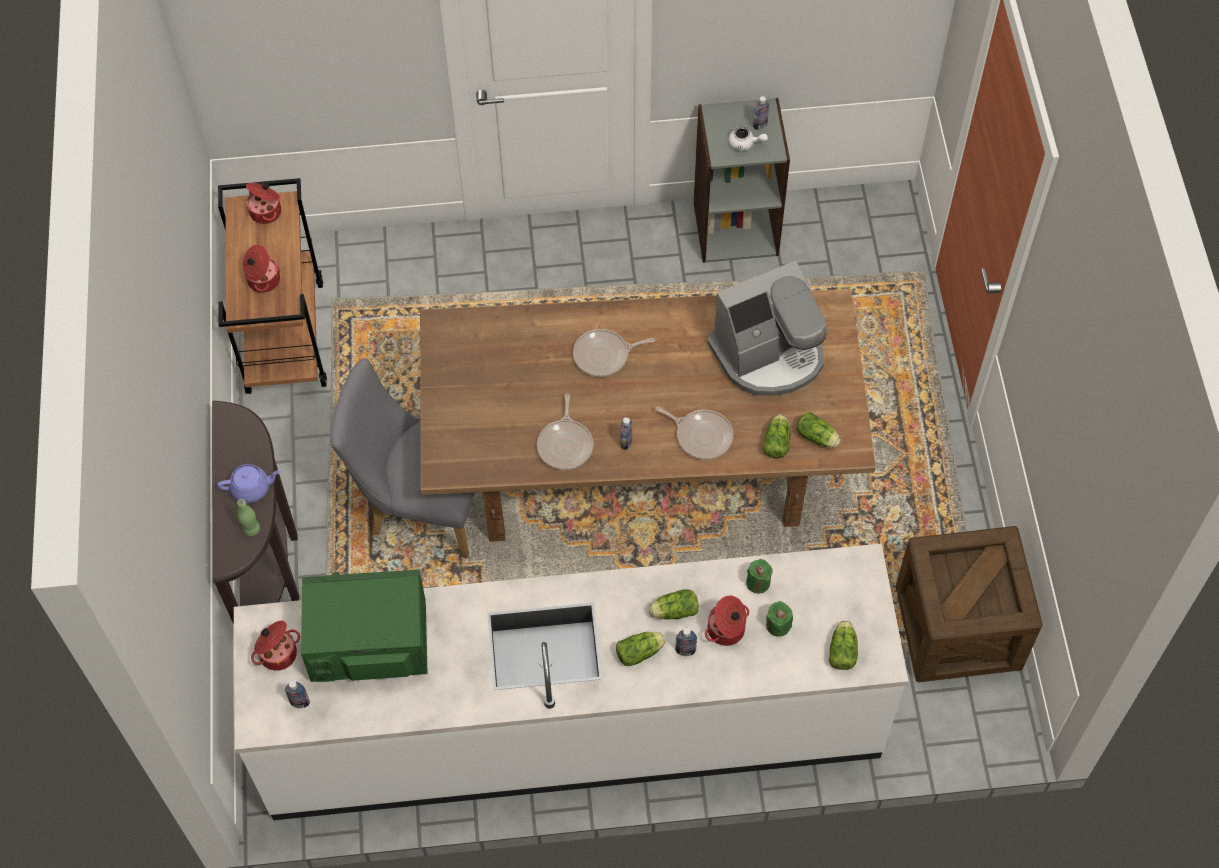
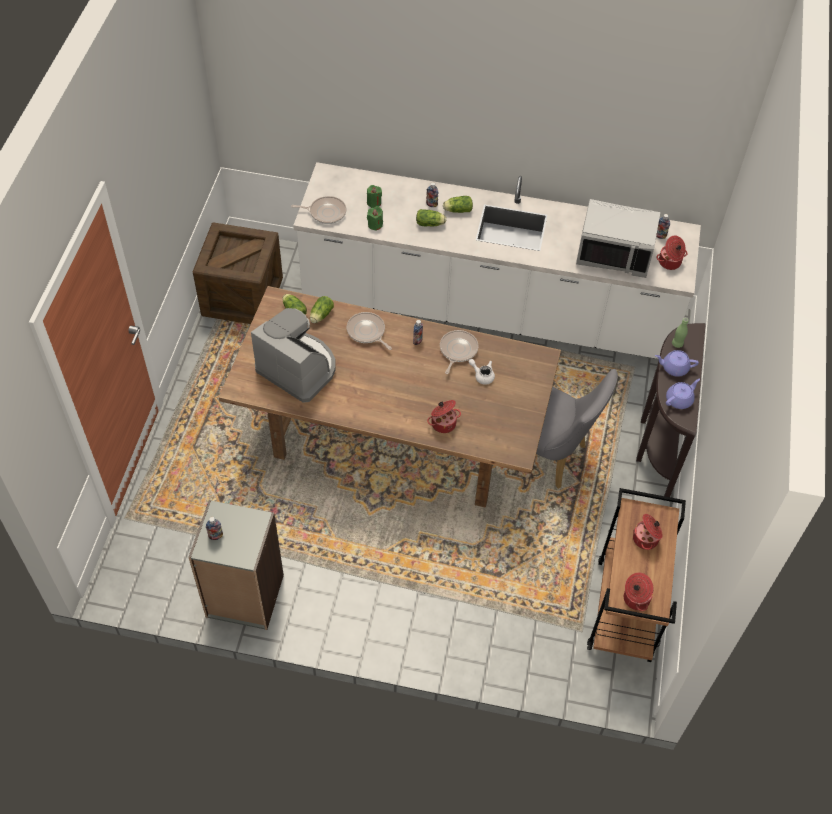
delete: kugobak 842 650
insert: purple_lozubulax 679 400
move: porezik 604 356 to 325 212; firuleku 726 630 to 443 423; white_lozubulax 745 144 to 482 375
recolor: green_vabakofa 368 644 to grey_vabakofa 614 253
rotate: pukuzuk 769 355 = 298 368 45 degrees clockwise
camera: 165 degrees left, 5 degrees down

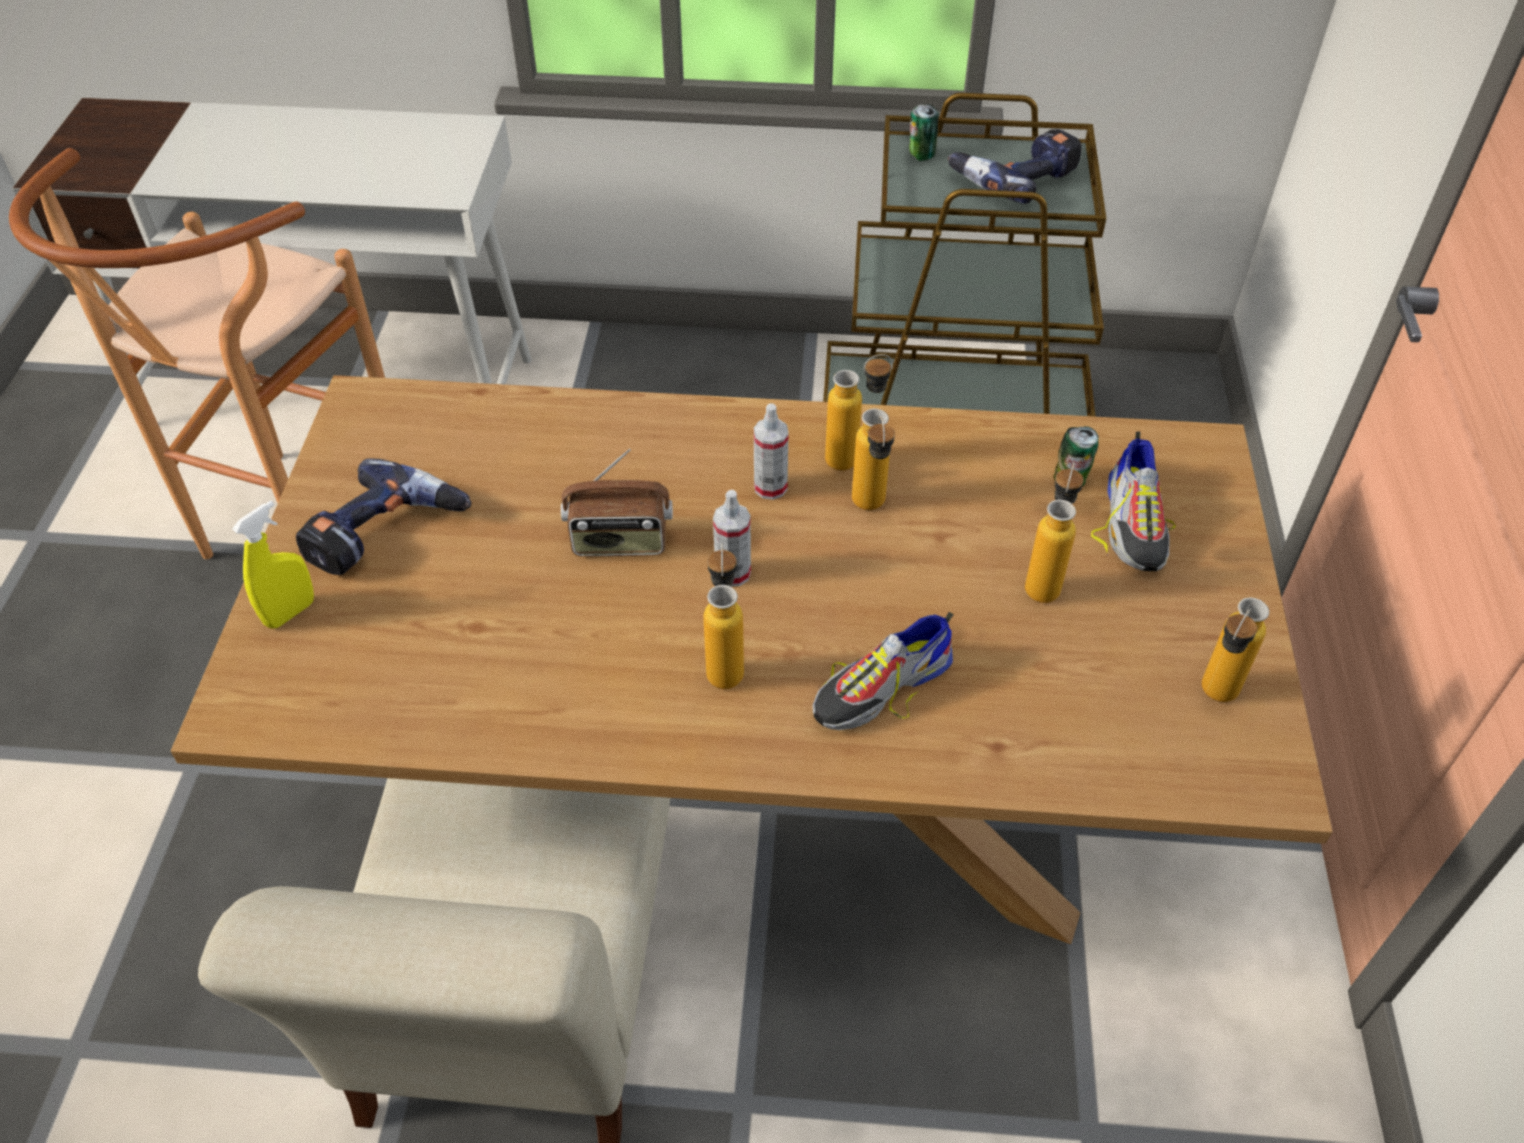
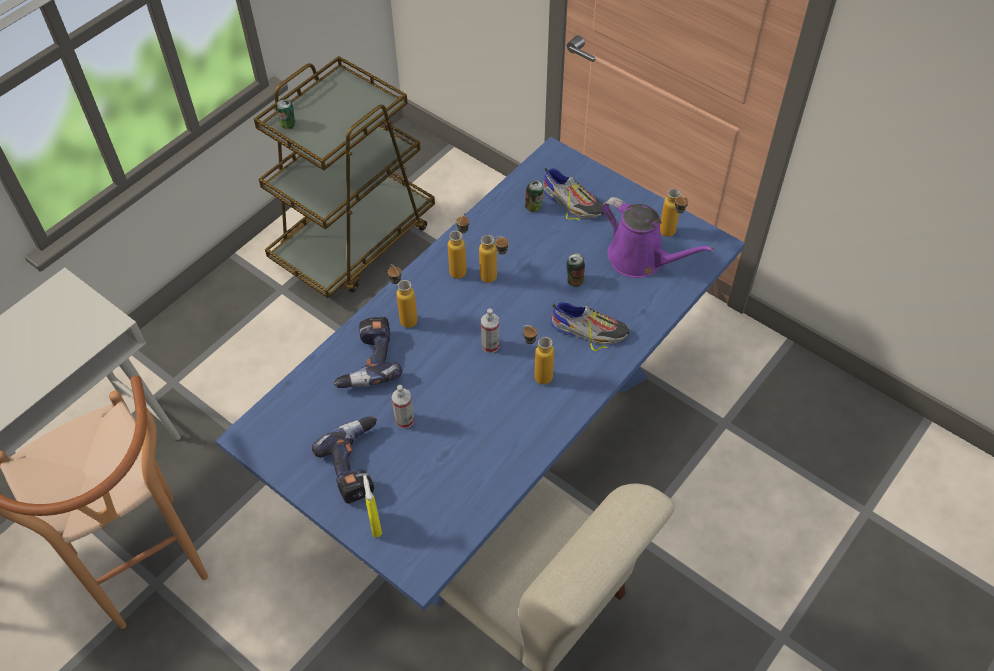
delete: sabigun 620 542
insert: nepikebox 574 280; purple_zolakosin 641 259
move: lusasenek 1014 177 to 367 361; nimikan 1045 580 to 404 317; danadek 770 487 to 404 420
recolor: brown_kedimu 762 794 to blue_kedimu 496 443
rotate: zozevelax 881 687 = 589 330 75 degrees counterclockwise
camera: 55 degrees left, 5 degrees up

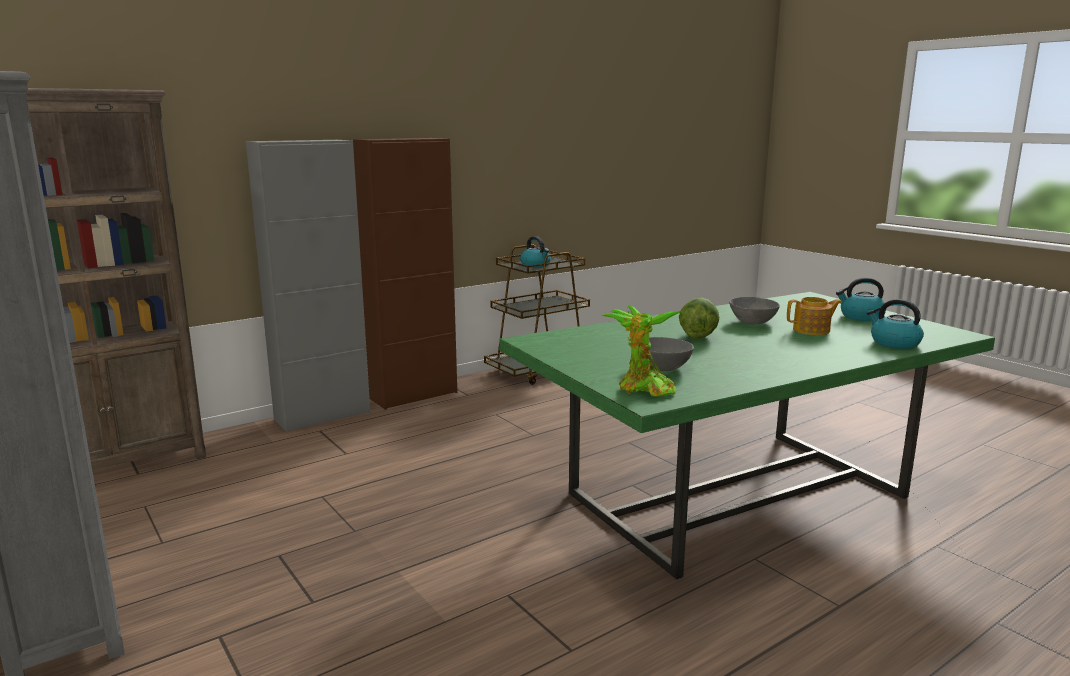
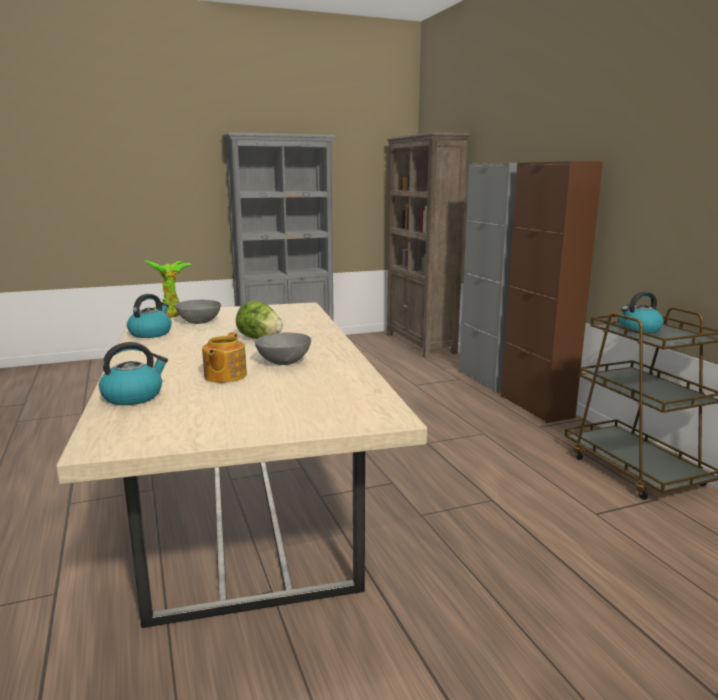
move: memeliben 860 317 to 150 333
recolor: green_kedimu 734 496 to beige_kedimu 245 509
camera: 105 degrees right, 0 degrees up

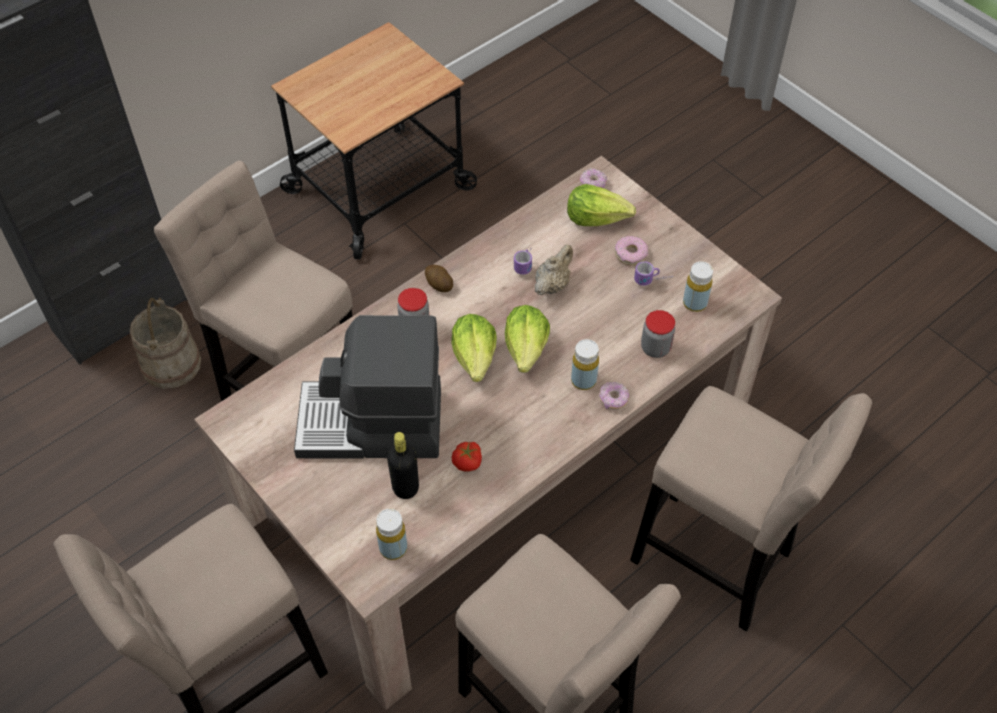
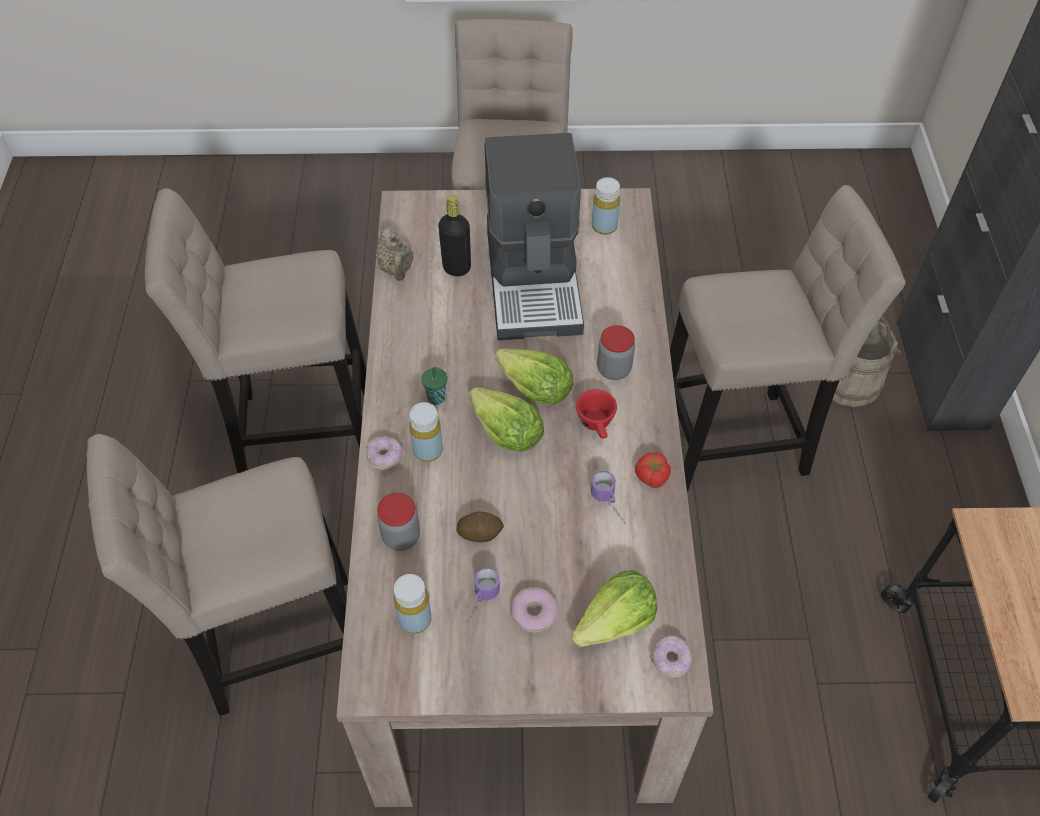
insert: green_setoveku 437 398; red_setoveku 597 425
move: beige_lozubulax 552 285 to 396 269; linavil 438 284 to 480 533; yellow_nimikan 393 548 to 604 226; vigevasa 468 462 to 651 476
rotate: pukuzuk 371 425 = 535 281 135 degrees clockwise
camera: 130 degrees right, 0 degrees up

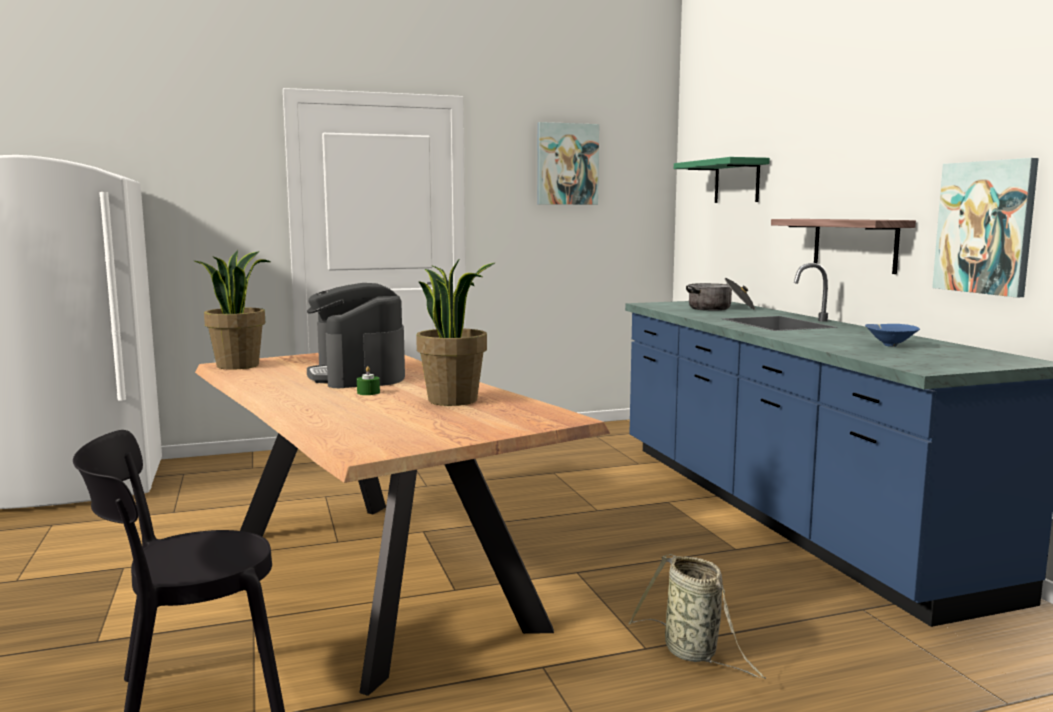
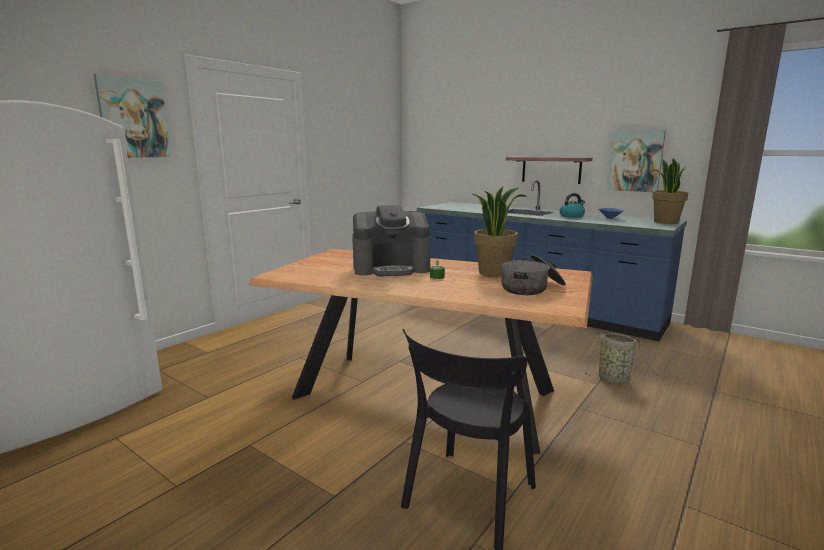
delete: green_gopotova 737 181
insert: memeliben 572 216
move: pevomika 567 164 to 133 118; firuleku 720 308 to 532 288; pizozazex 238 365 to 665 222
rotate: pukuzuk 358 376 = 391 268 45 degrees counterclockwise
camera: 35 degrees left, 5 degrees up

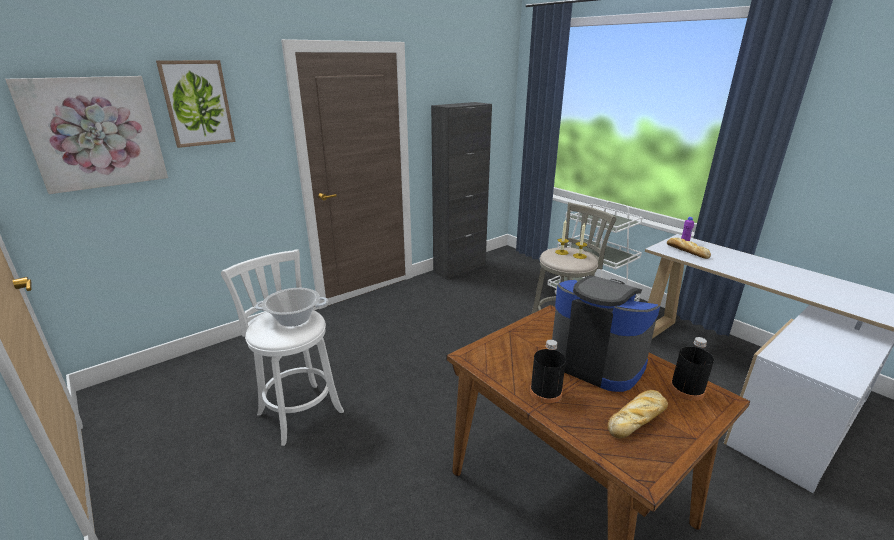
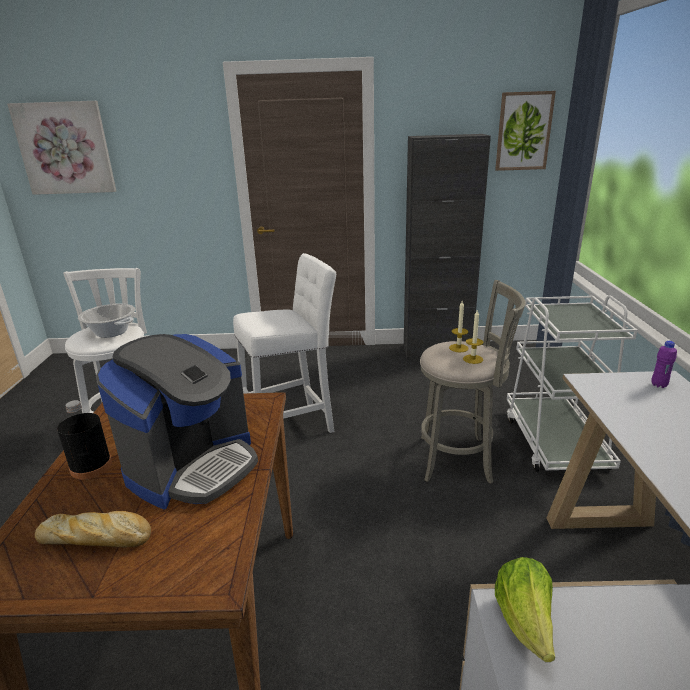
delete: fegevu 686 251; black_nimikan 686 390
insert: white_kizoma 293 425; kugobak 525 622
move: pevomika 197 103 to 523 131
rotate: pukuzuk 596 361 = 193 465 45 degrees clockwise
camera: 40 degrees right, 0 degrees up

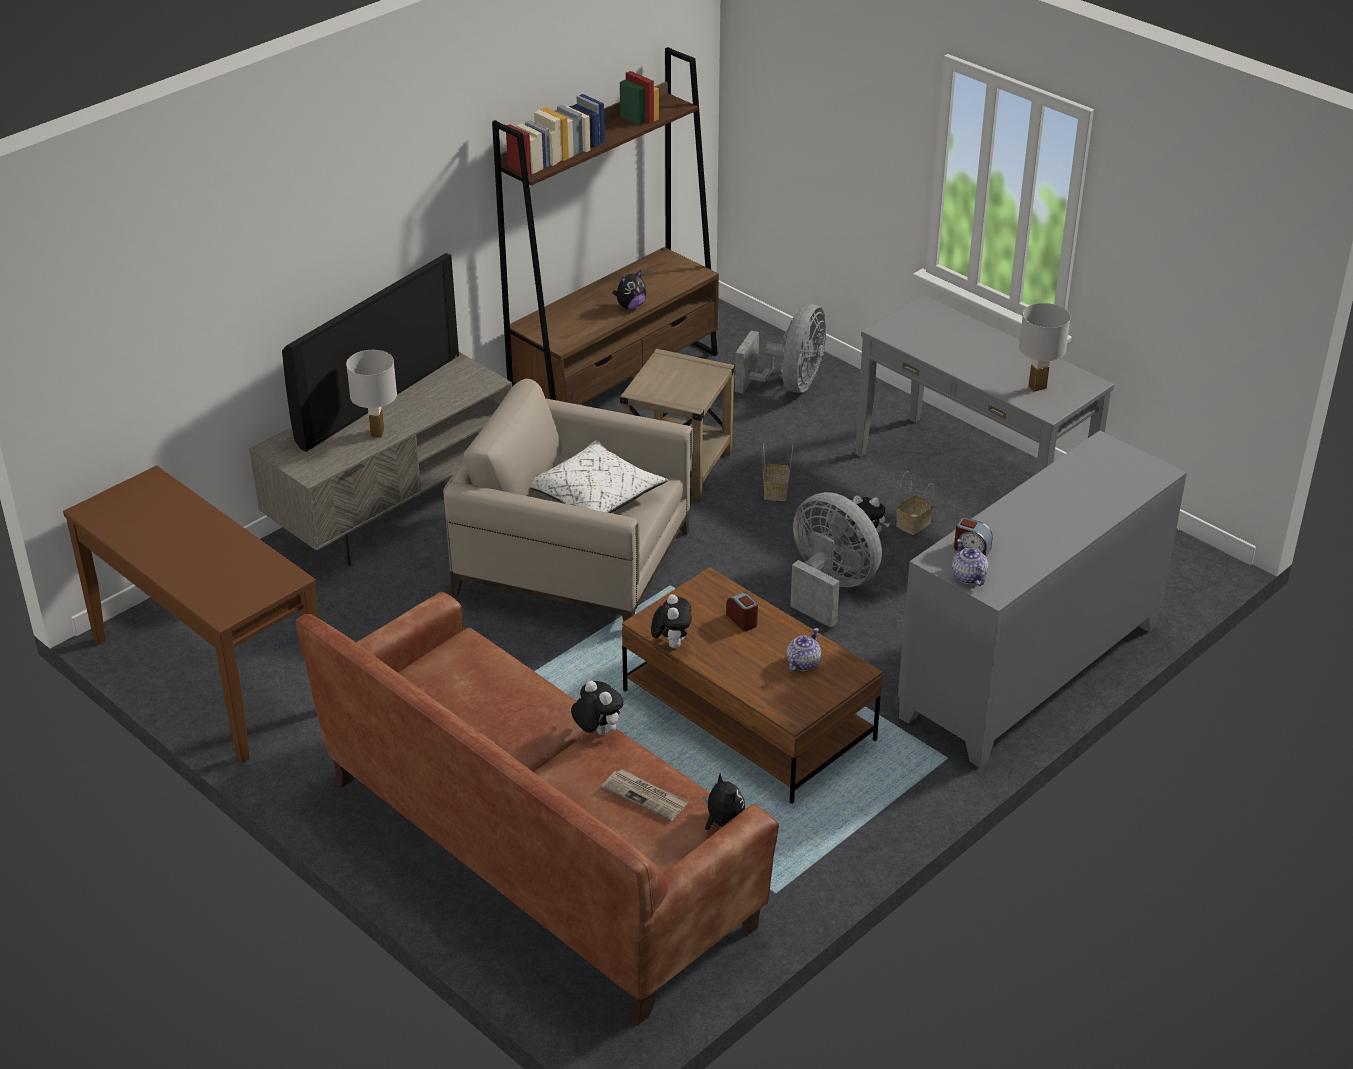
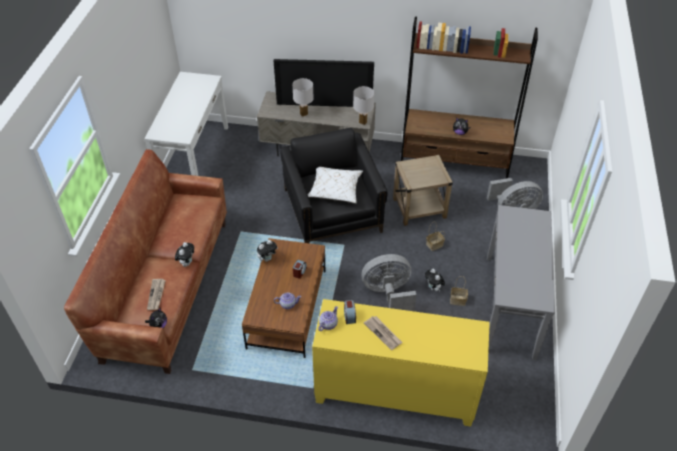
insert: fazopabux 383 333
move: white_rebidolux 1037 387 to 362 122
recolor: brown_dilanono 209 675 to white_dilanono 194 157; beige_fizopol 574 563 to black_fizopol 332 211; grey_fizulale 1031 671 to yellow_fizulale 395 392
rotate: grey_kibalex 829 587 = 388 293 105 degrees counterclockwise
camera: 55 degrees right, 10 degrees up

